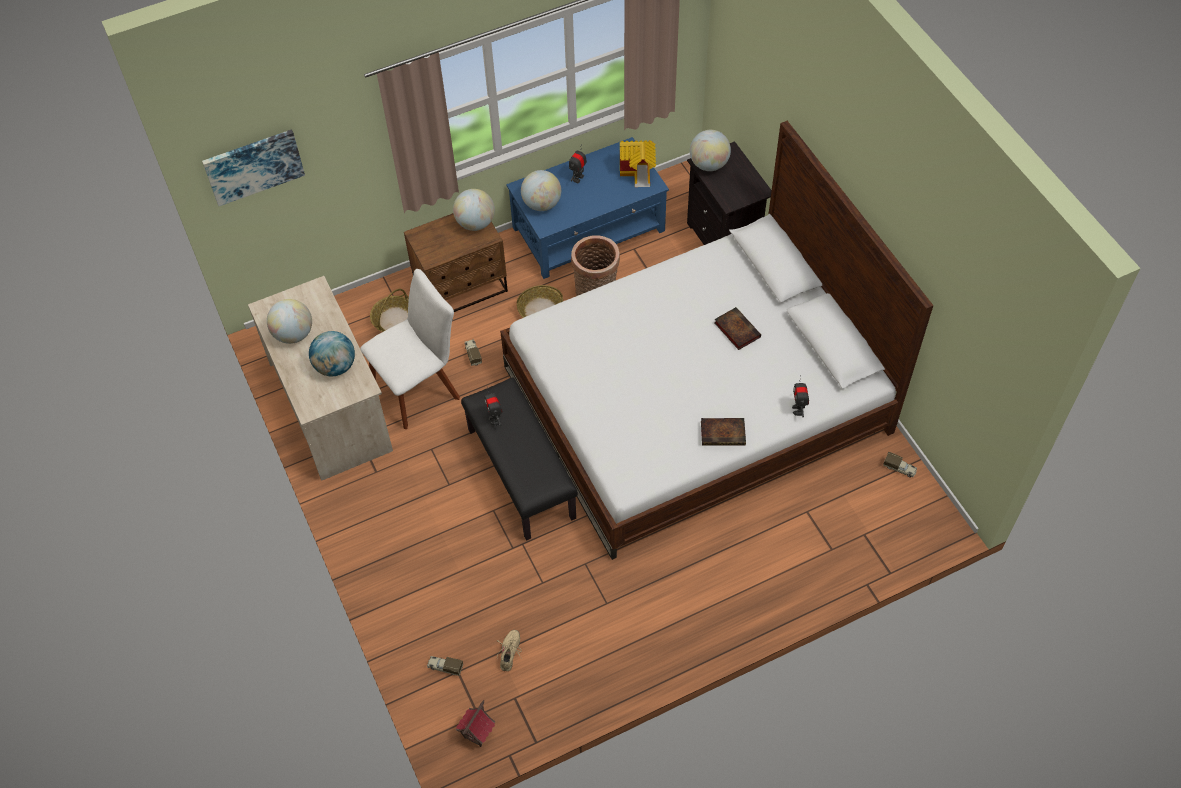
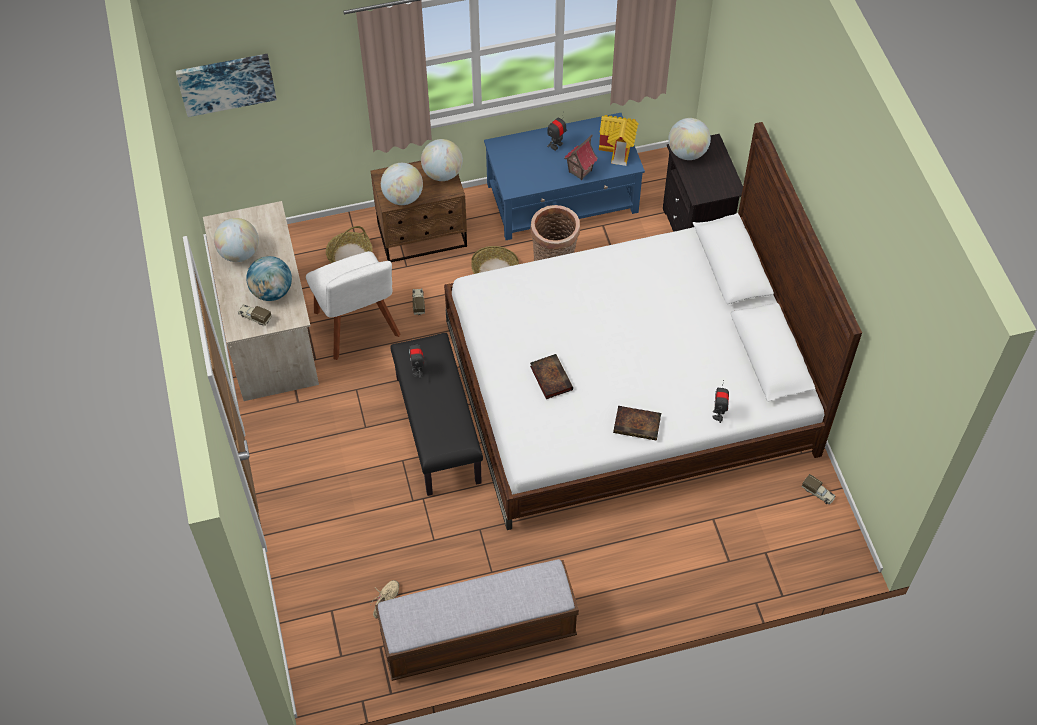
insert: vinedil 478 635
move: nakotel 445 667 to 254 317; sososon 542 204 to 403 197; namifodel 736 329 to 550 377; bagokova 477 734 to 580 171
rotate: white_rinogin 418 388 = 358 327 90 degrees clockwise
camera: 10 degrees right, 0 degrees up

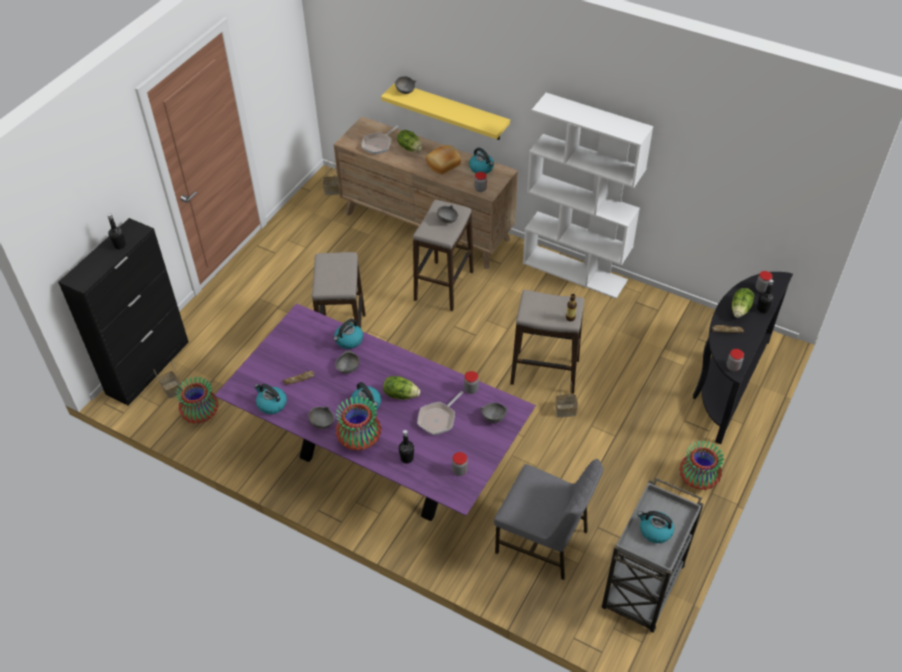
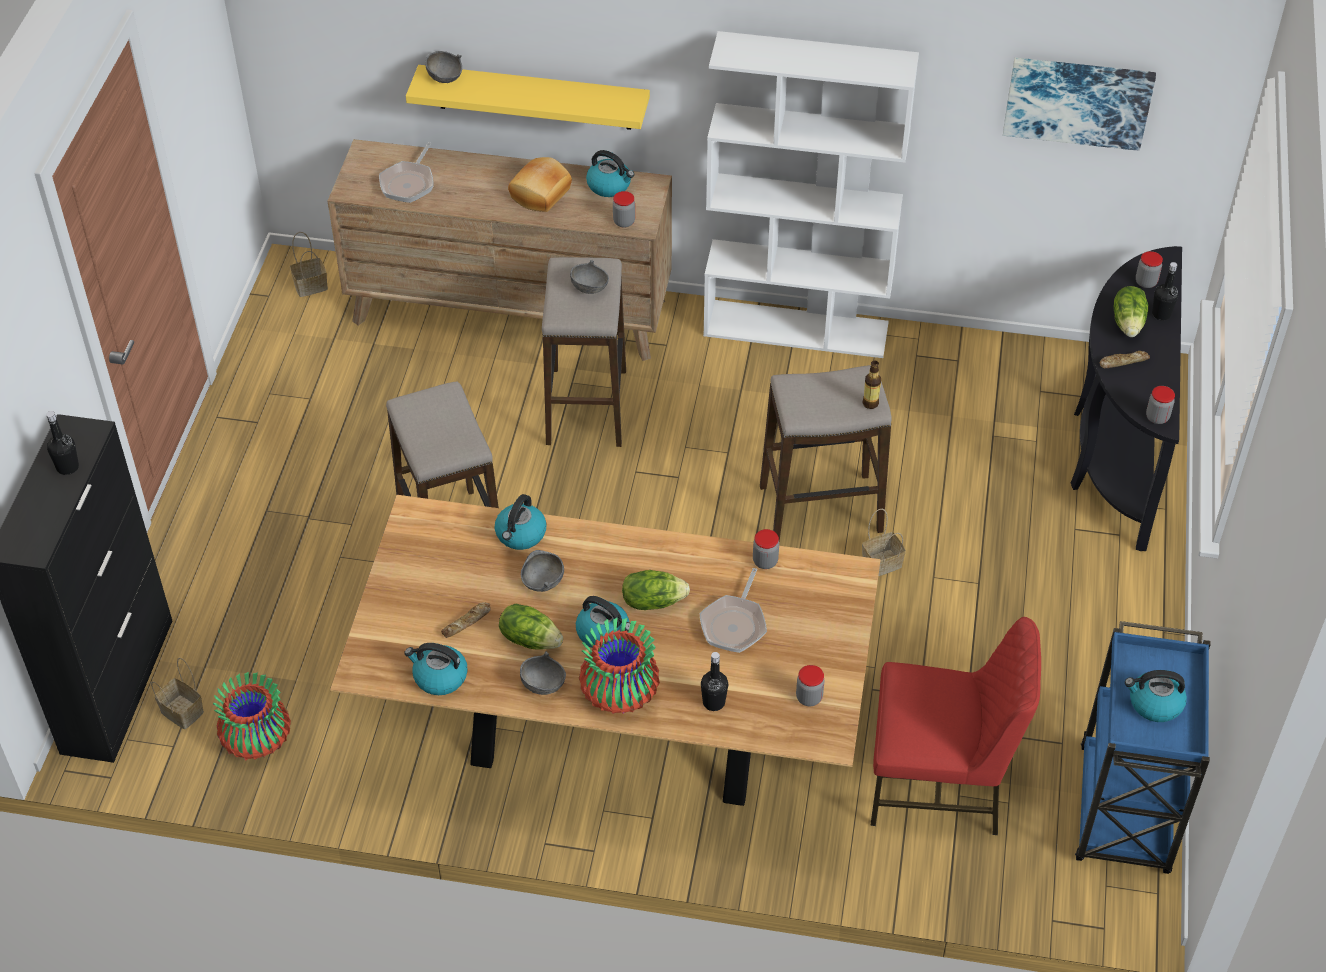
delete: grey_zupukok 493 417; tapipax 698 478
insert: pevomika 1078 101
move: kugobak 410 148 to 530 639
recolor: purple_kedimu 380 463 to brown_kedimu 615 734; grey_rinogin 543 541 to red_rinogin 939 784; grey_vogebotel 642 589 to blue_vogebotel 1124 812
camera: 20 degrees left, 0 degrees up

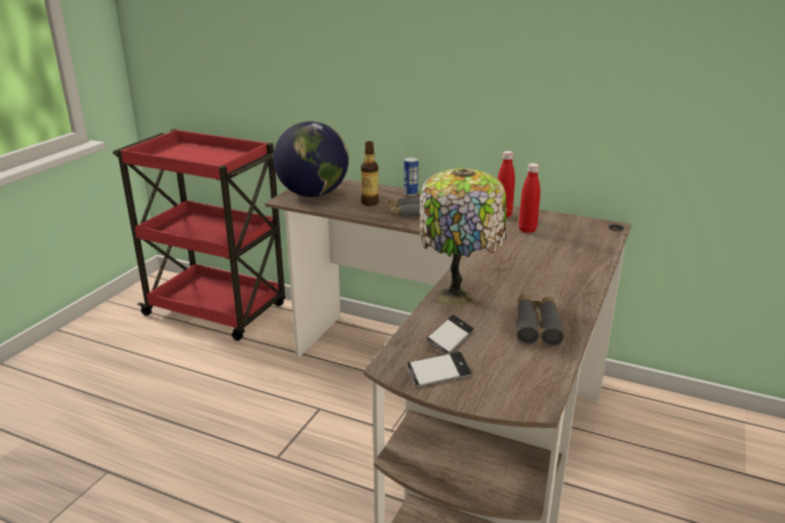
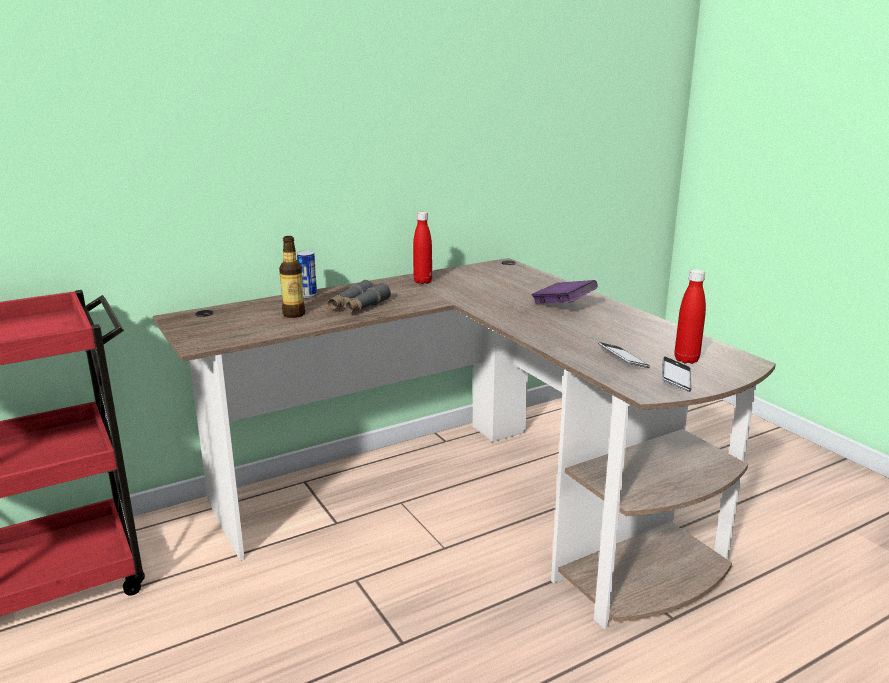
delete: sososon 313 194; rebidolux 457 296; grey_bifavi 537 326
insert: purple_namifodel 563 306
move: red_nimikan 527 230 to 686 360
camera: 55 degrees left, 5 degrees down

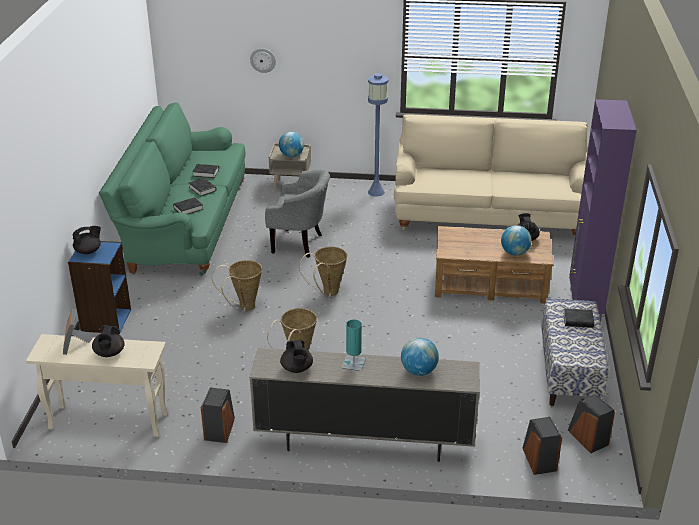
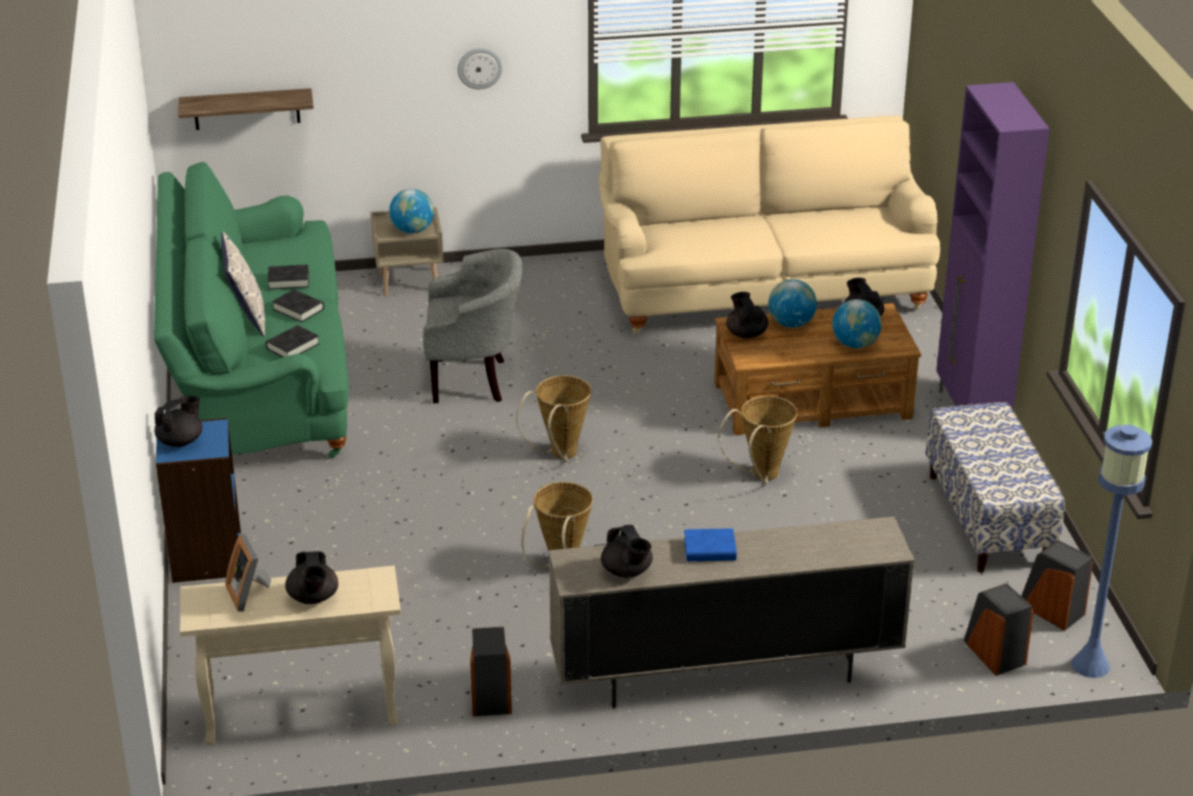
delete: black_namifodel 578 321
insert: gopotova 246 109; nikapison 247 317; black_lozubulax 746 333
move: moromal 263 60 to 479 67; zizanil 243 307 to 761 476; sososon 418 371 to 791 324; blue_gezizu 376 192 to 1090 665
replace: turquoise_rebidolux 353 364 to blue_namifodel 709 550
camera: 15 degrees left, 0 degrees up

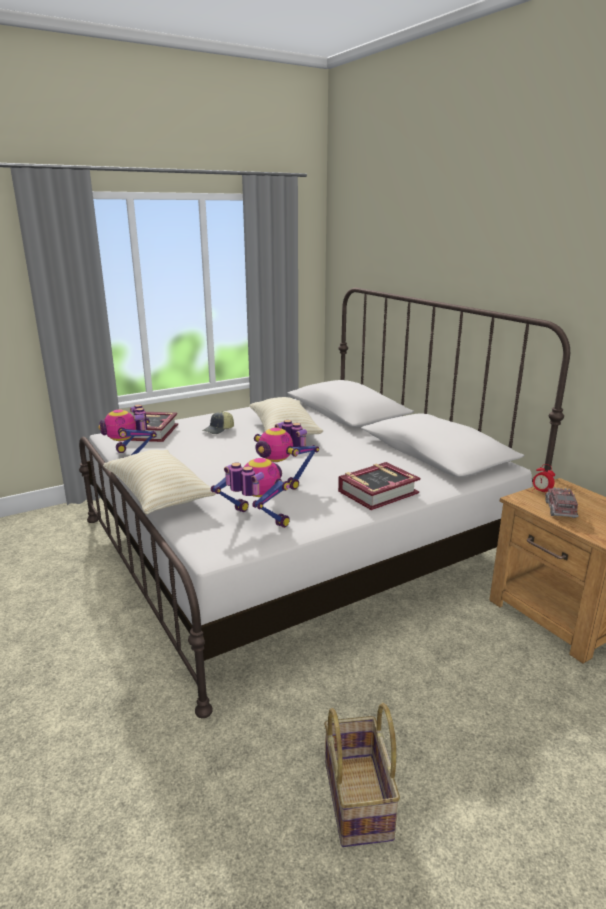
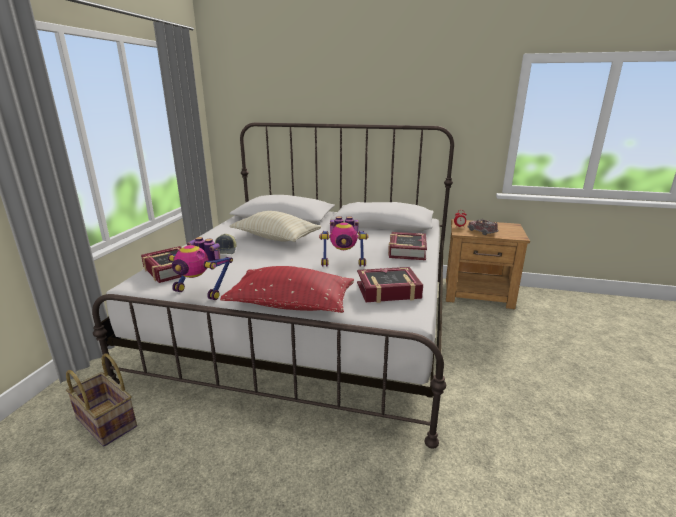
move: zizanil 359 799 to 107 421
replace: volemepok 255 521 to namifodel 388 291
recolor: beige_nikapison 159 495 to red_nikapison 291 305
camera: 45 degrees left, 0 degrees up

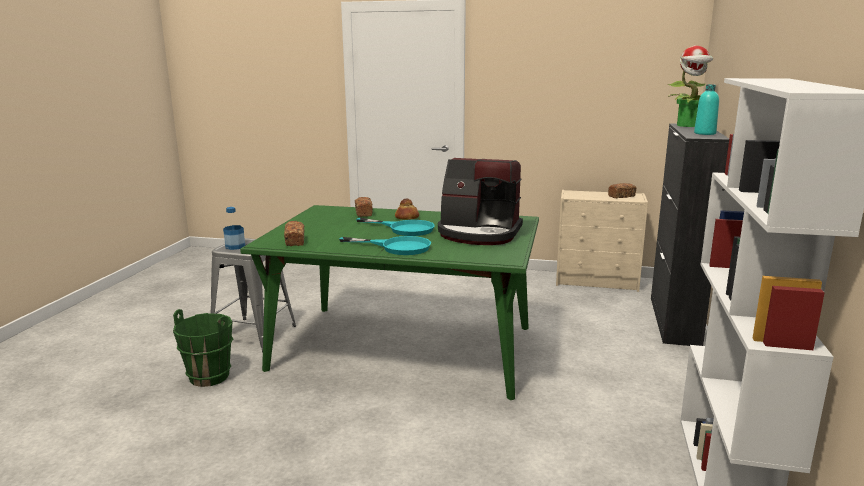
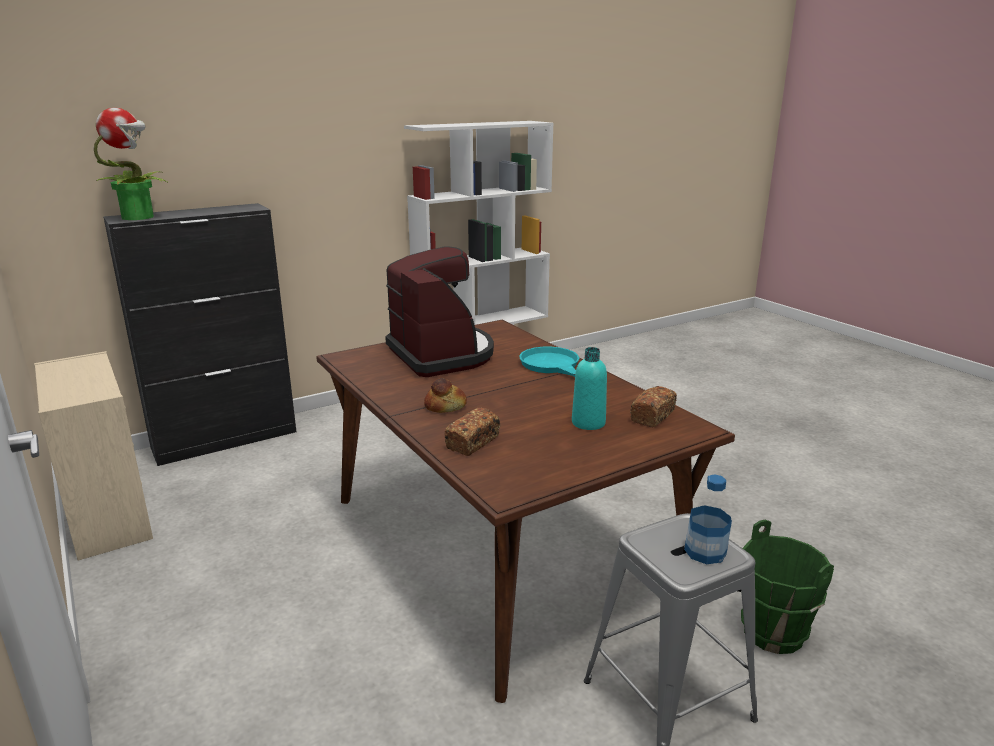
delete: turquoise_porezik 404 229; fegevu 621 196
move: turquoise_nimikan 704 133 to 588 423
recolor: green_kedimu 405 348 to brown_kedimu 497 547
camera: 135 degrees left, 5 degrees up

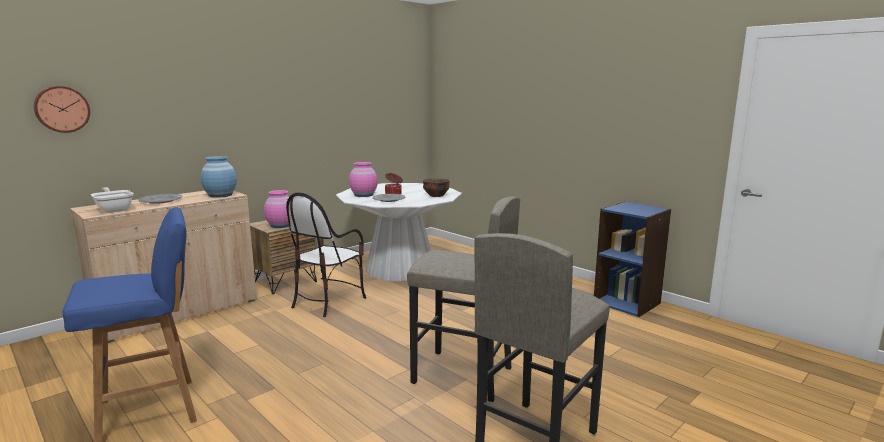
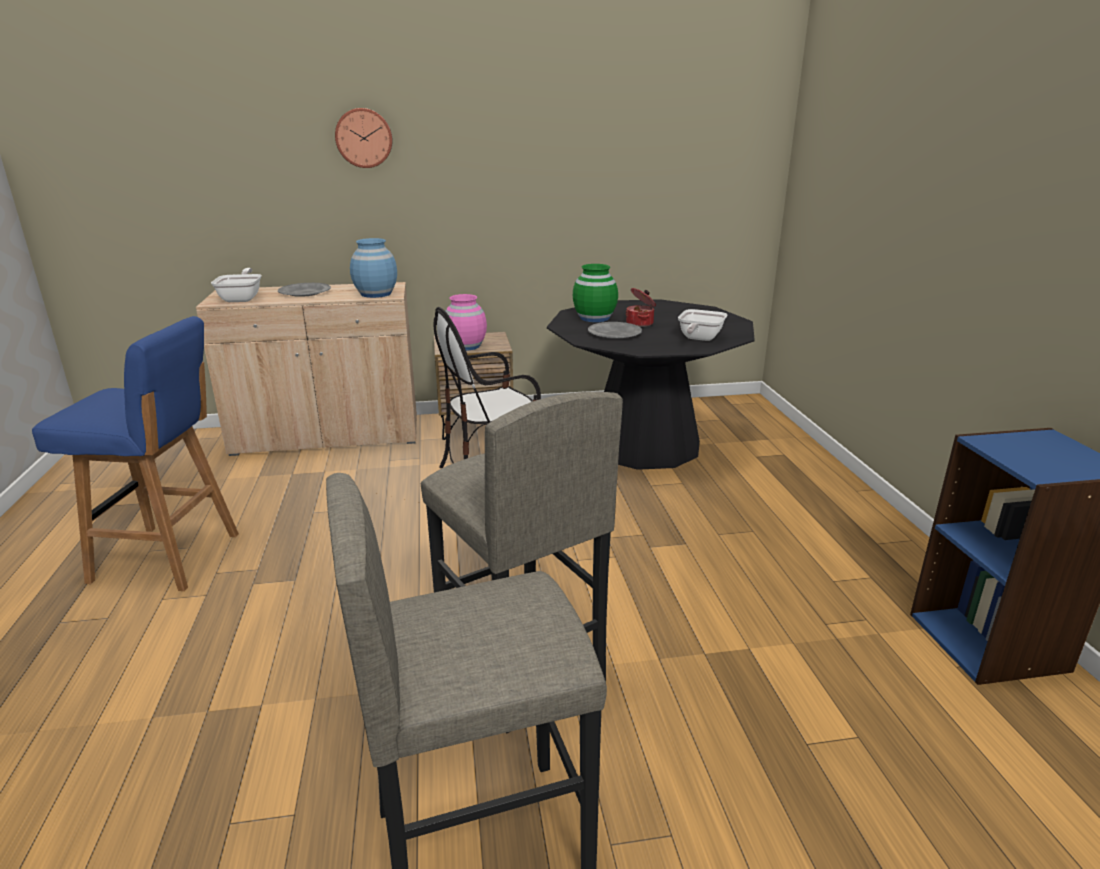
move: moromal 62 109 to 364 138
replace: brown_zupukok 436 196 to porezik 699 339
recolor: white_kedimu 401 269 to black_kedimu 644 444; pink_tapipax 363 195 to green_tapipax 594 318
camera: 35 degrees right, 10 degrees up

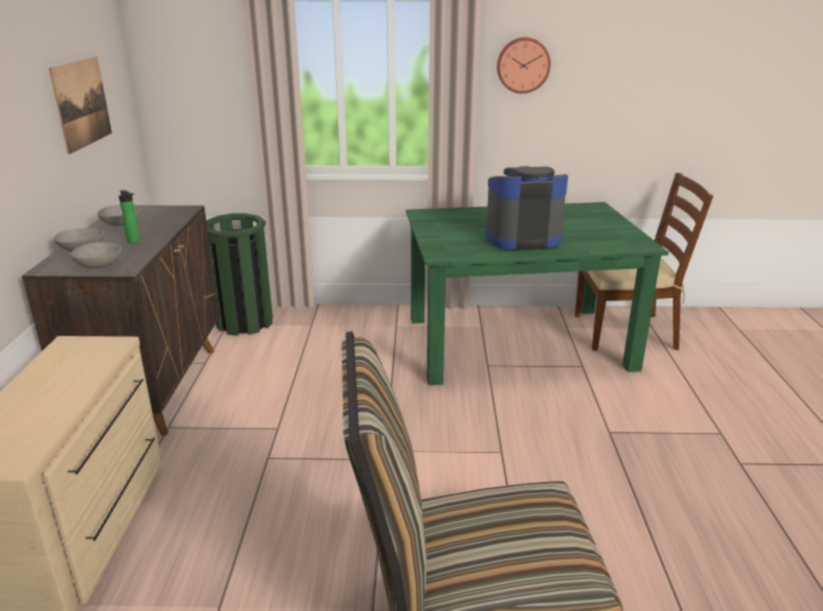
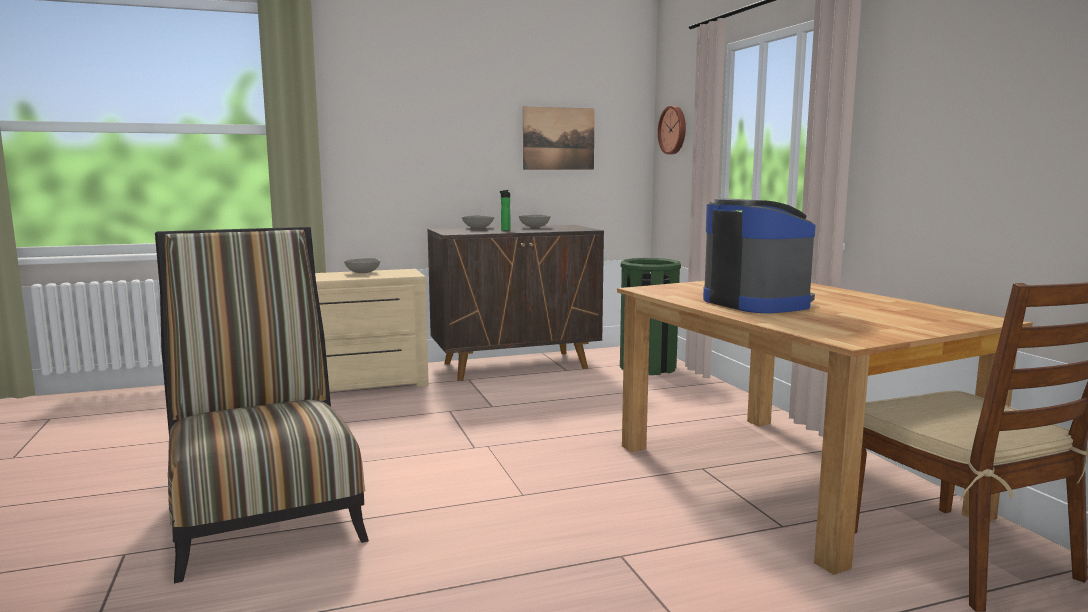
move: grey_zupukok 98 266 to 362 273; moromal 523 65 to 674 130
recolor: green_kedimu 516 343 to brown_kedimu 784 478
camera: 70 degrees right, 15 degrees down

